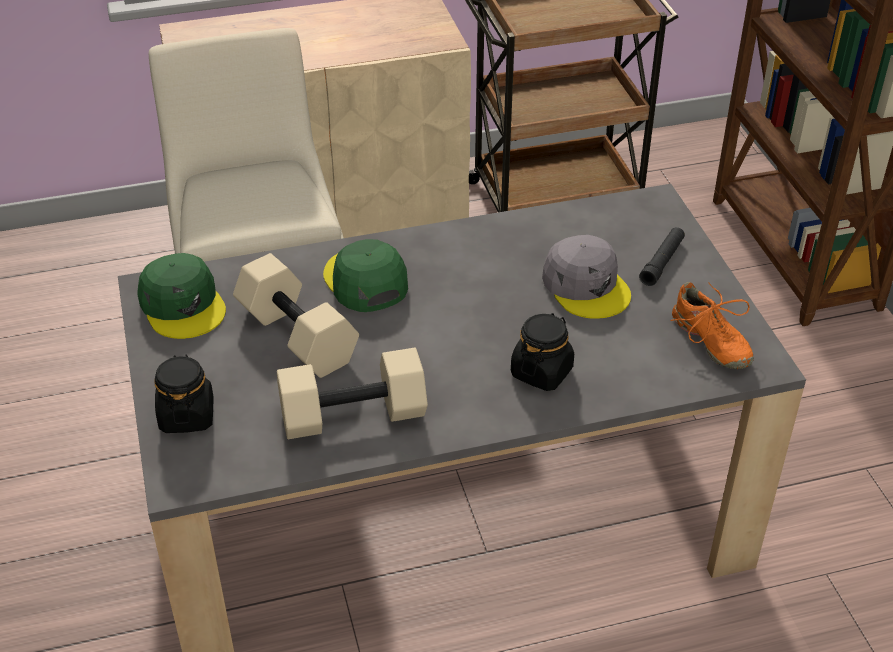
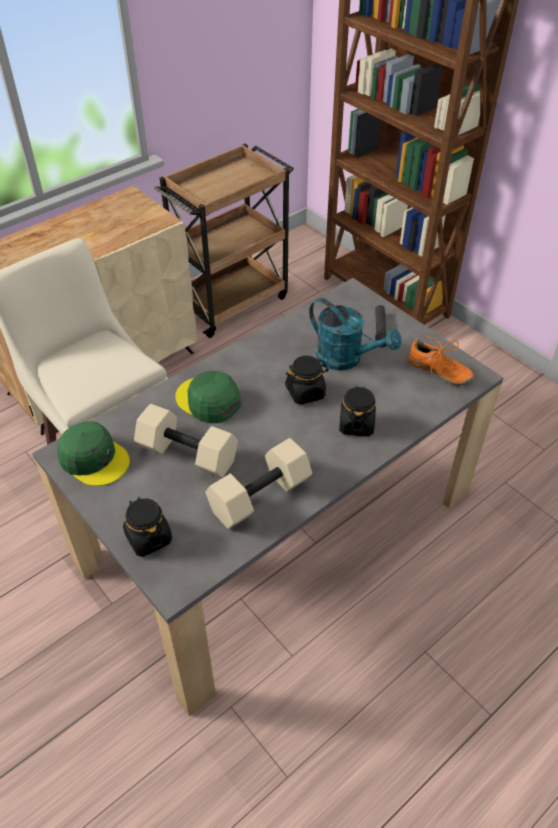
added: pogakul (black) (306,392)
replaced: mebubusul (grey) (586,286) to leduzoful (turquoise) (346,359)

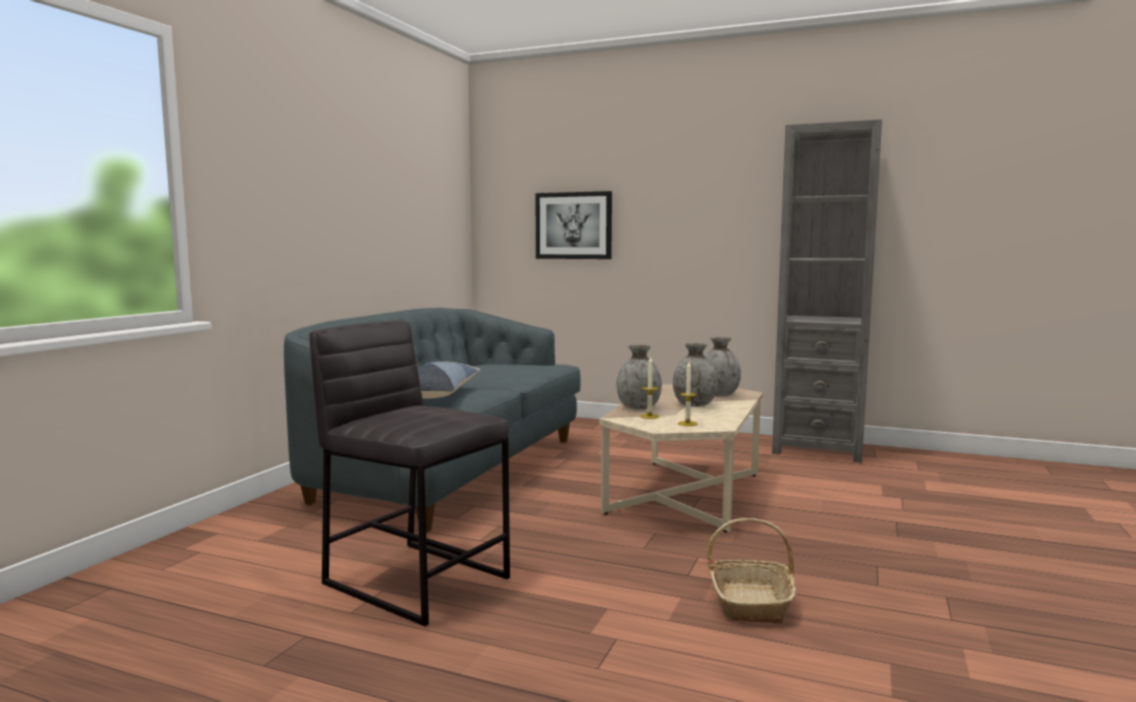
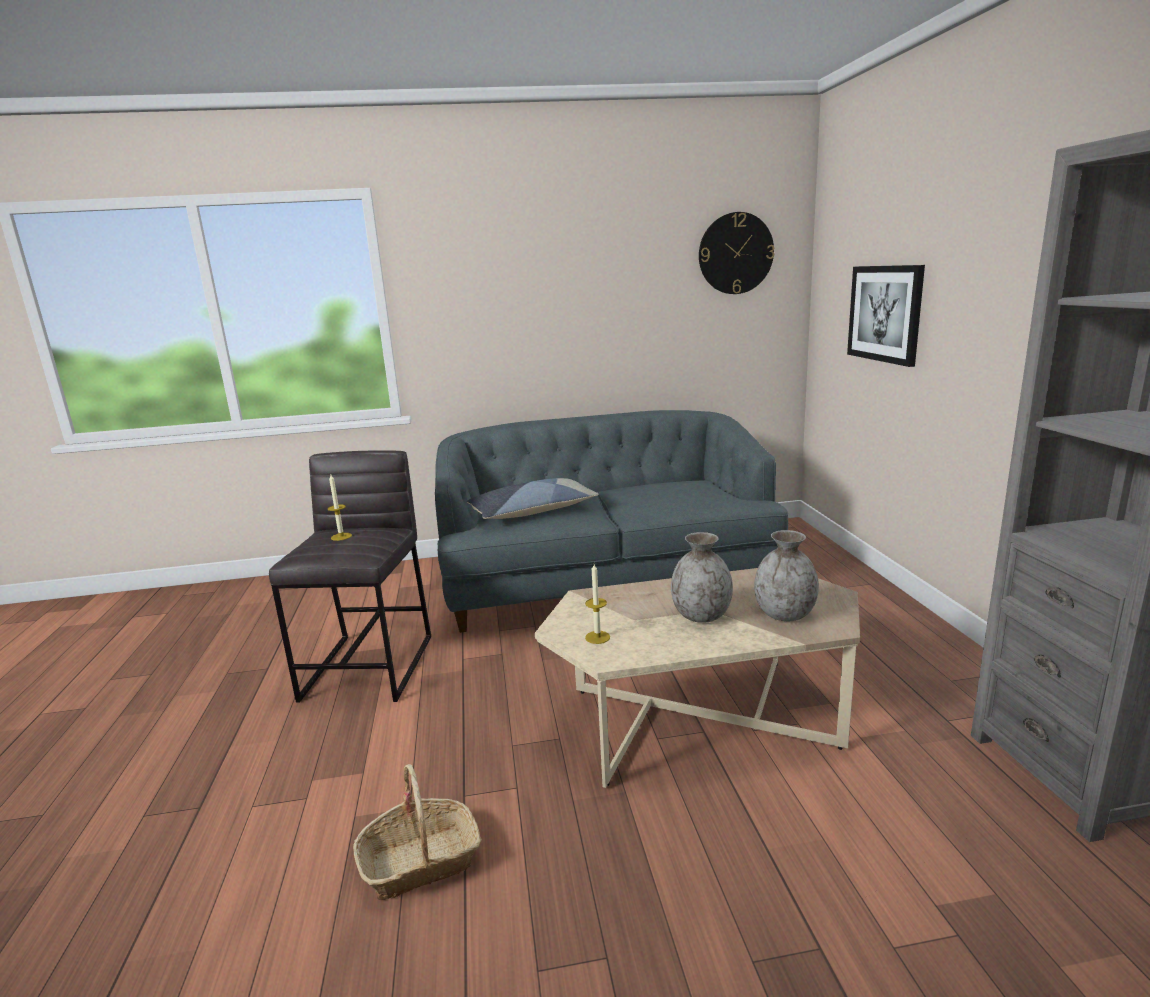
removed: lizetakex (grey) (639,407)
added: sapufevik (735,253)
moved: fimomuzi (649,416) to (341,536)

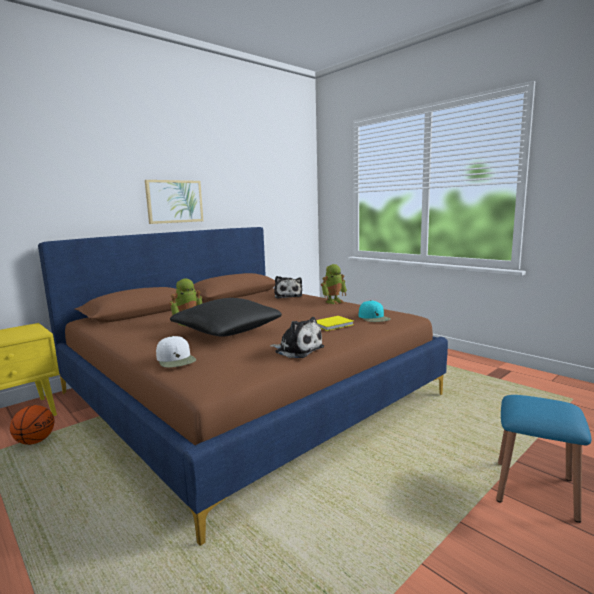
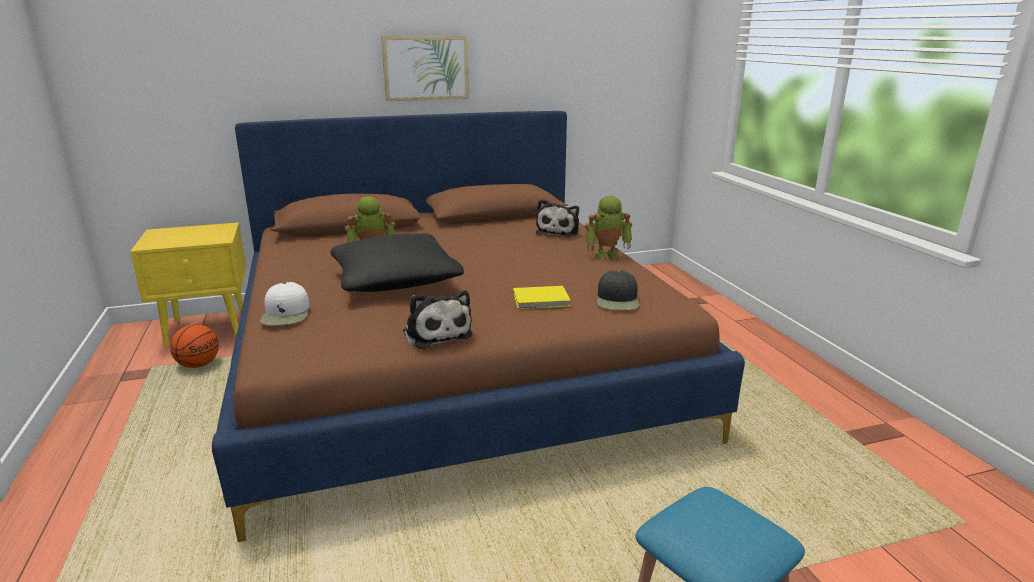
recoloured: mebubusul (turquoise) (374,318) to mebubusul (black) (618,300)

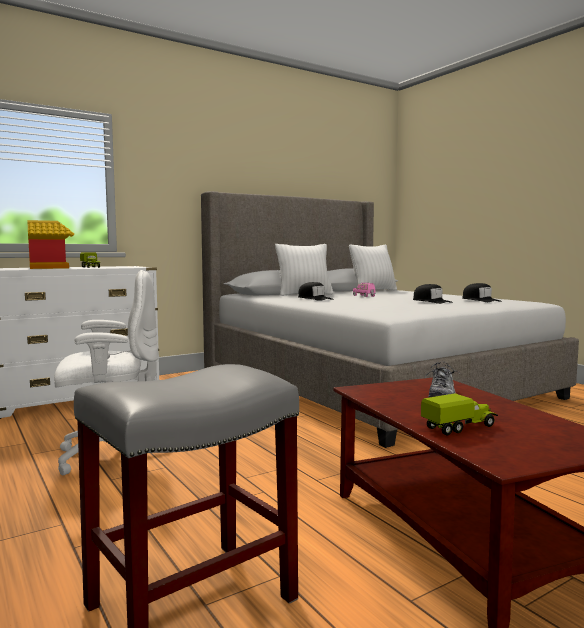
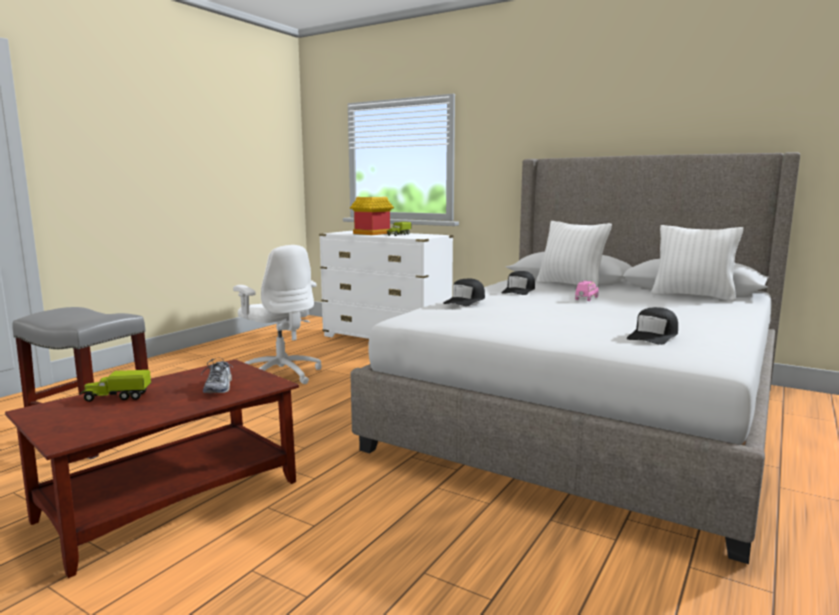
moved: mebubusul (black) (431,301) to (465,301)
turned: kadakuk (442,394) = (219,387) 90 degrees counterclockwise; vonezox (460,427) = (116,397) 135 degrees clockwise

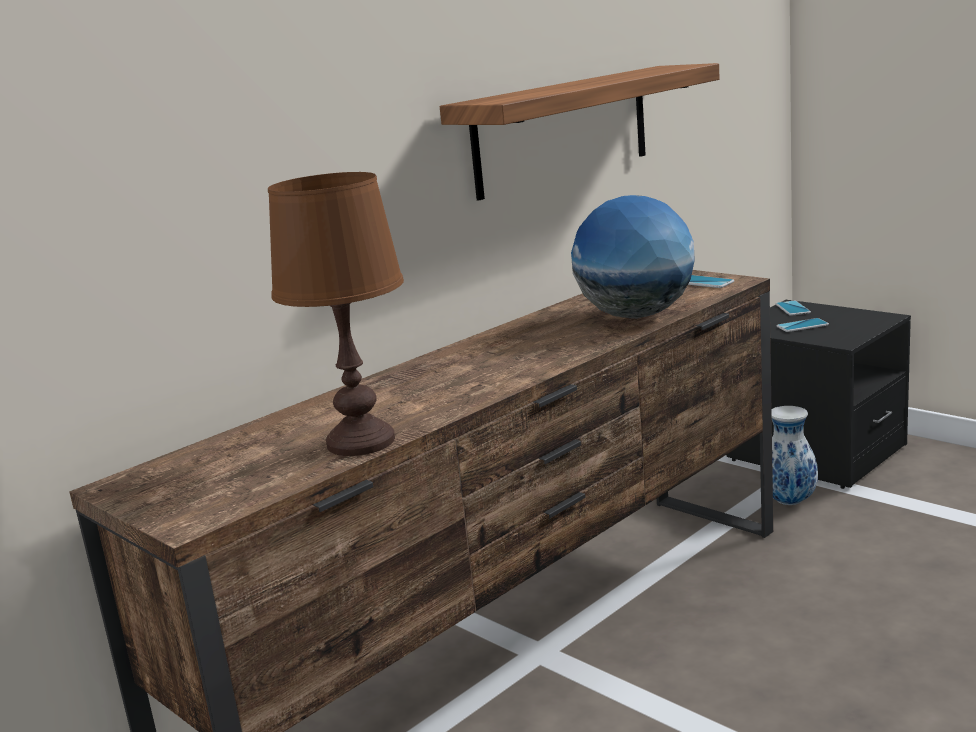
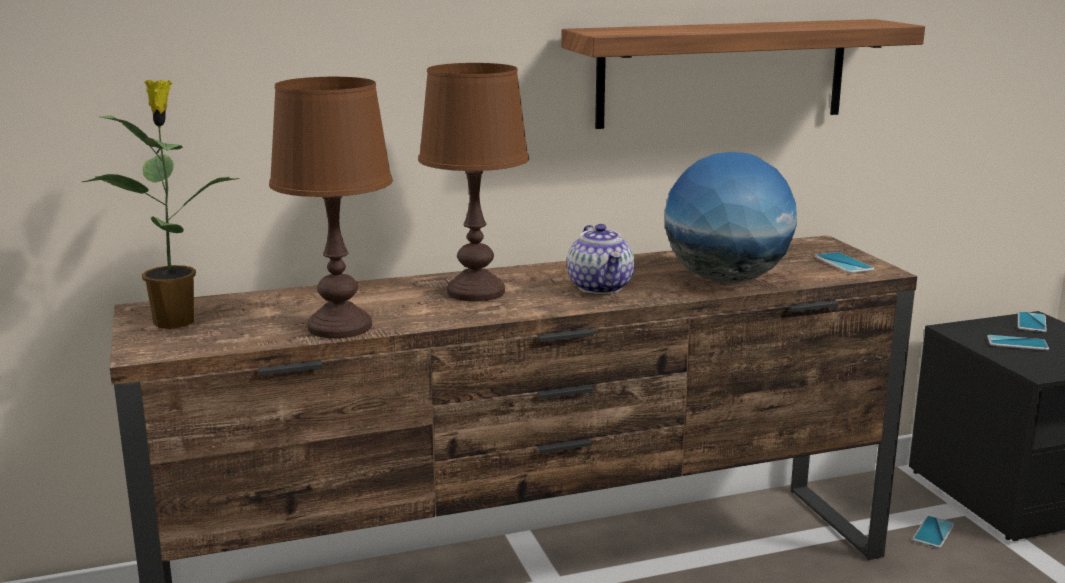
added: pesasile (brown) (475,292); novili (176,321); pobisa (601,287)
replaced: lizetakex (789,501) to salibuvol (933,532)

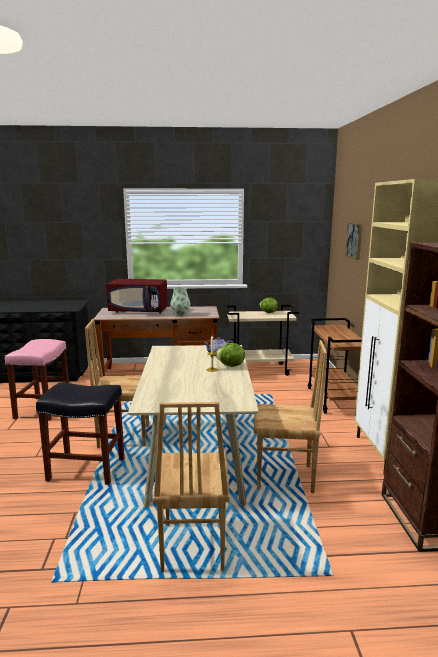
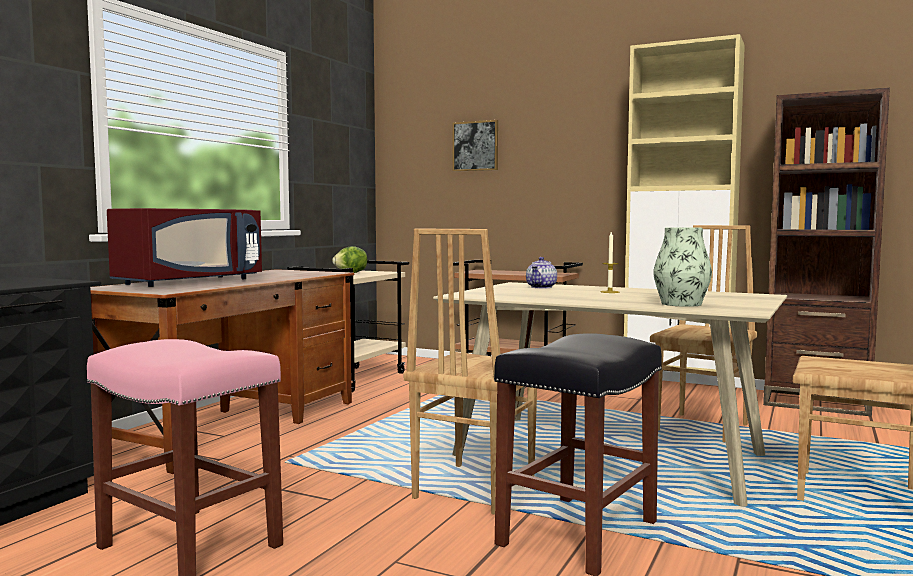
removed: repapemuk (230,366)
moved: lizetakex (180,315) to (681,304)

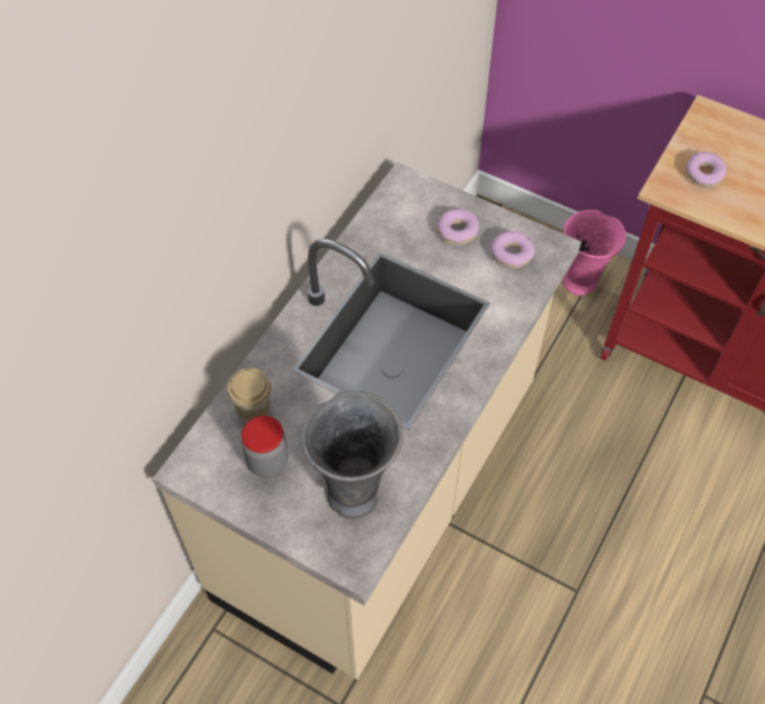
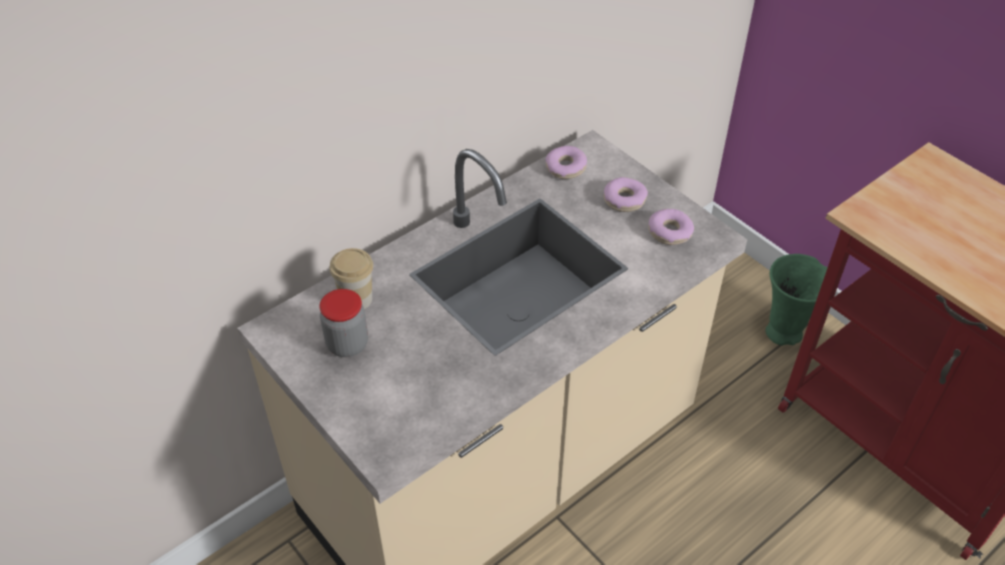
removed: lizetakex (grey) (355,492)
moved: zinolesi (703,174) to (565,168)
recoloured: lizetakex (pink) (581,283) to lizetakex (green) (785,334)

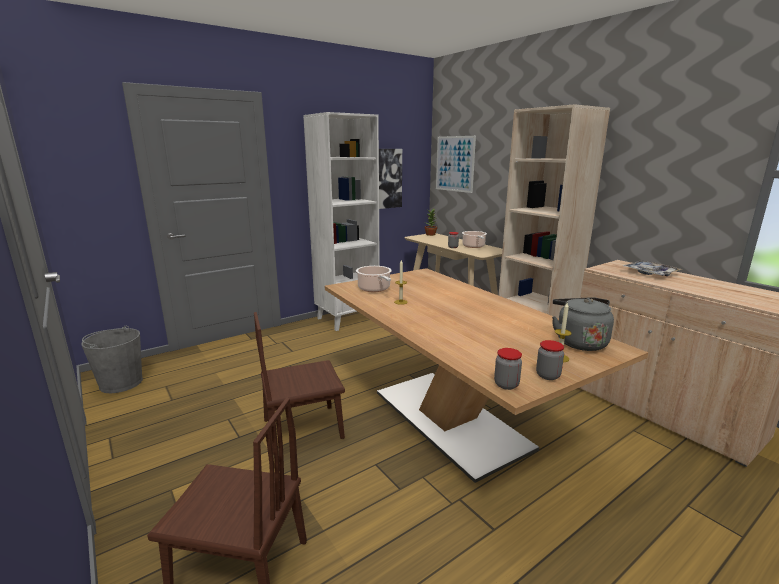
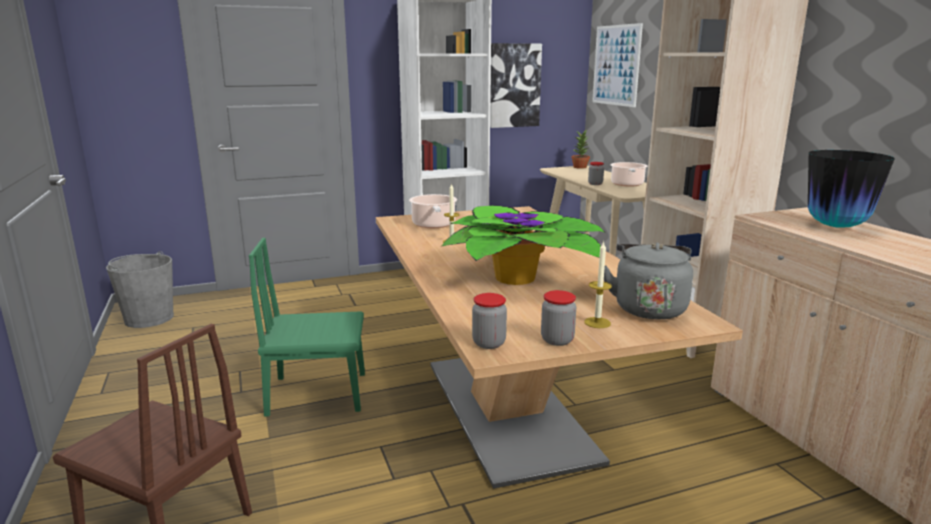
added: novili (519,277)
replaced: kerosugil (650,273) to lizetakex (836,226)
recoloured: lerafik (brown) (303,429) to lerafik (green) (318,393)

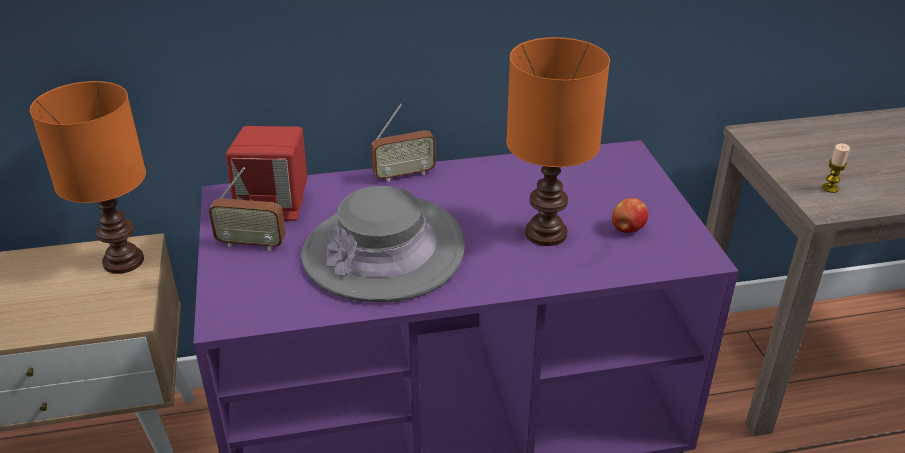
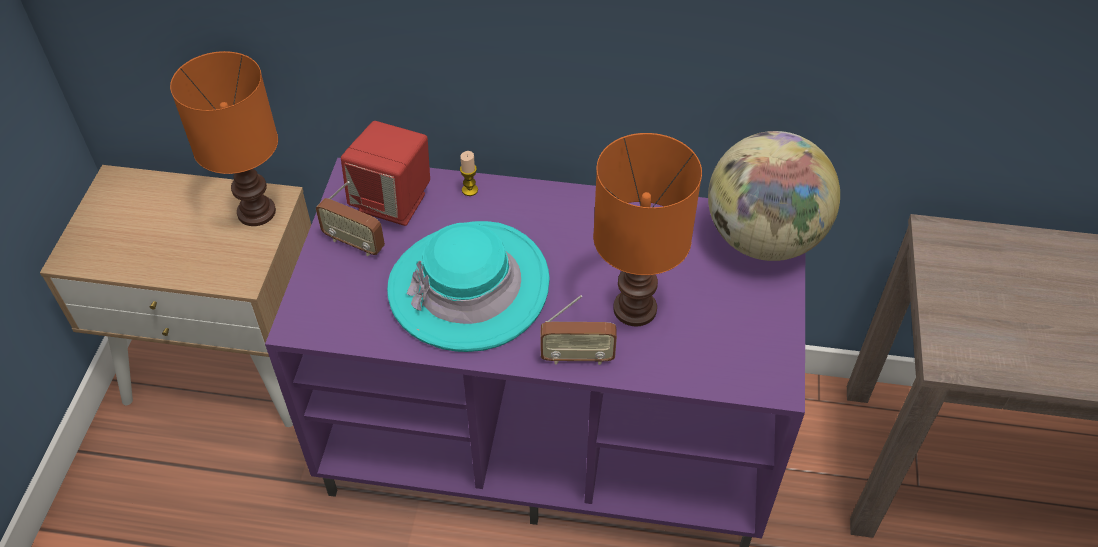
removed: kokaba (627,229)
added: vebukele (762,238)
moved: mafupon (404,174) to (577,357); fimomuzi (830,188) to (470,190)
recoloured: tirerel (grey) (383,251) to tirerel (turquoise) (469,287)

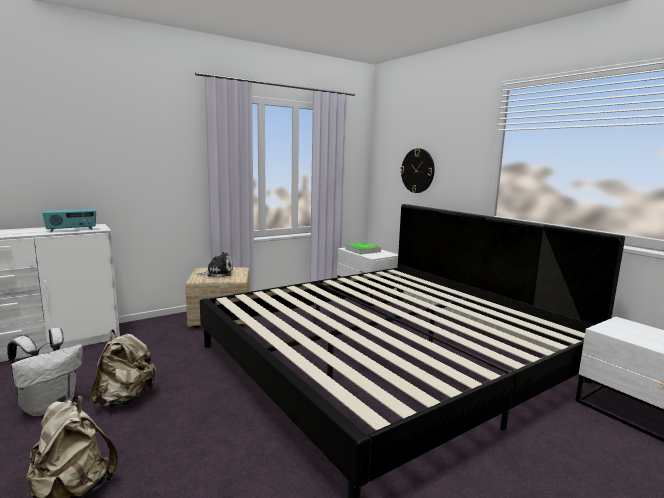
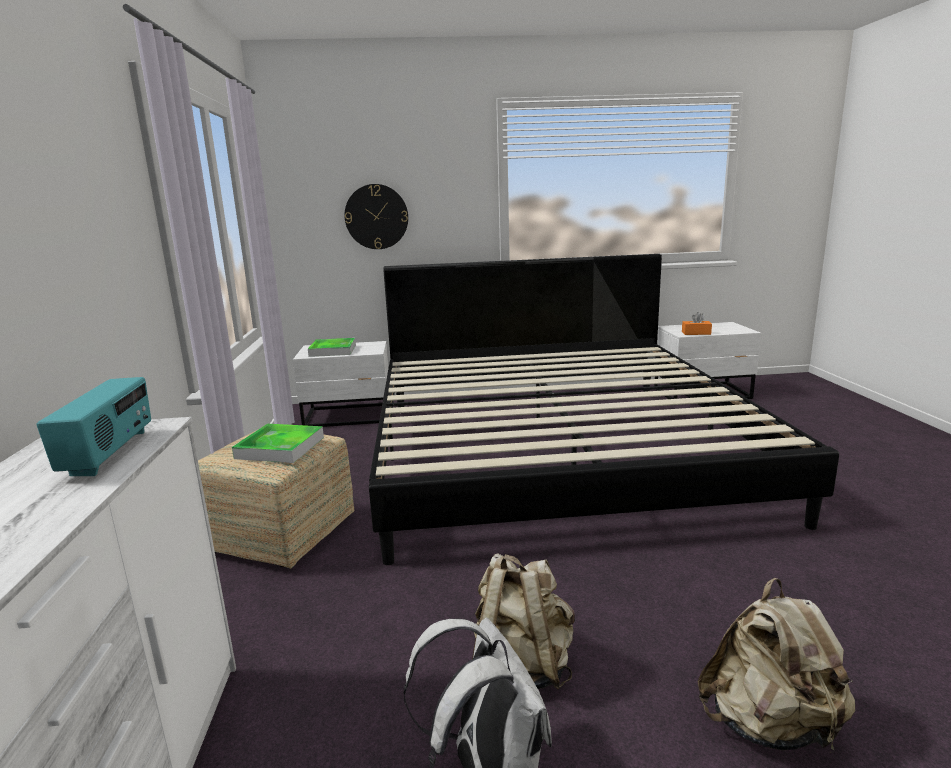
added: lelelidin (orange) (696,333)
replaced: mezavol (218,273) to kerosugil (280,448)

